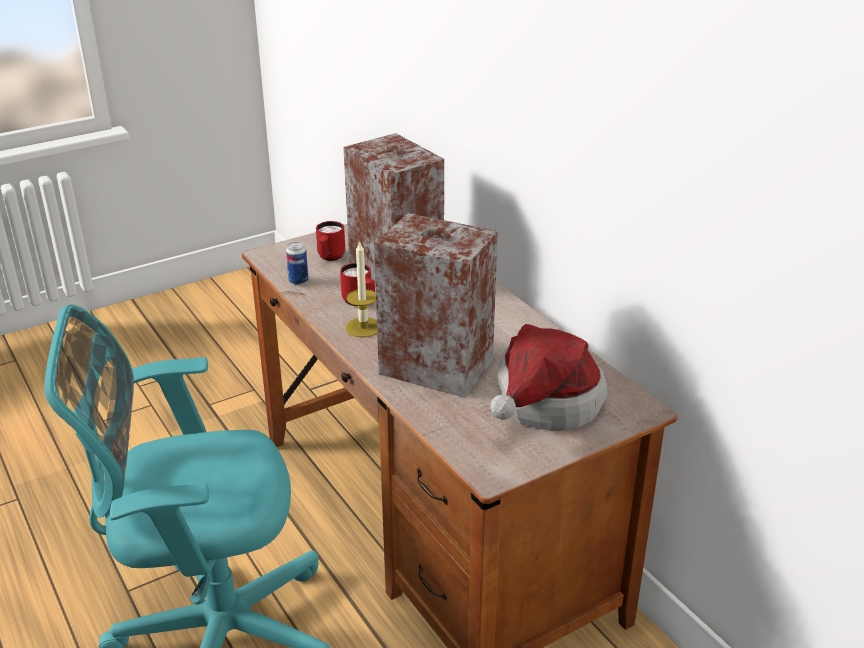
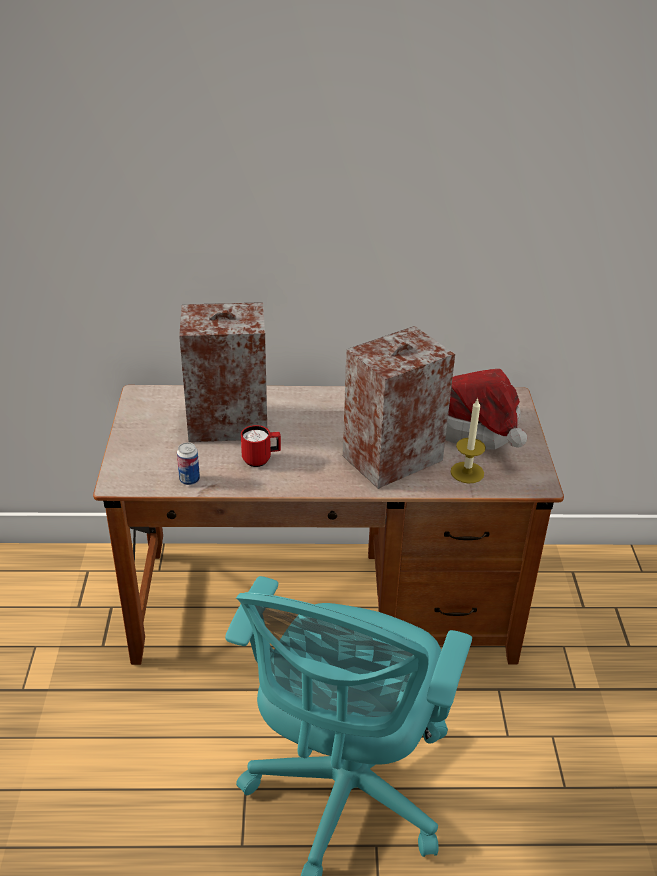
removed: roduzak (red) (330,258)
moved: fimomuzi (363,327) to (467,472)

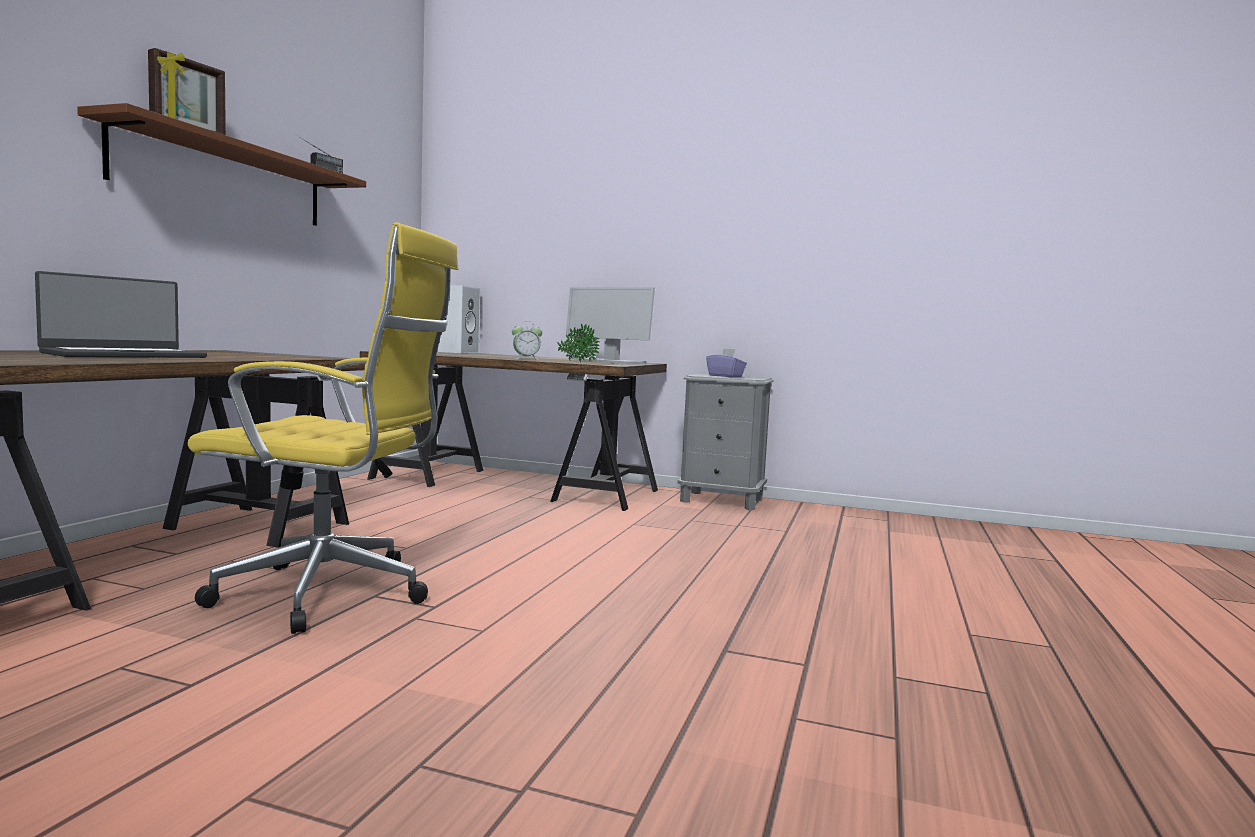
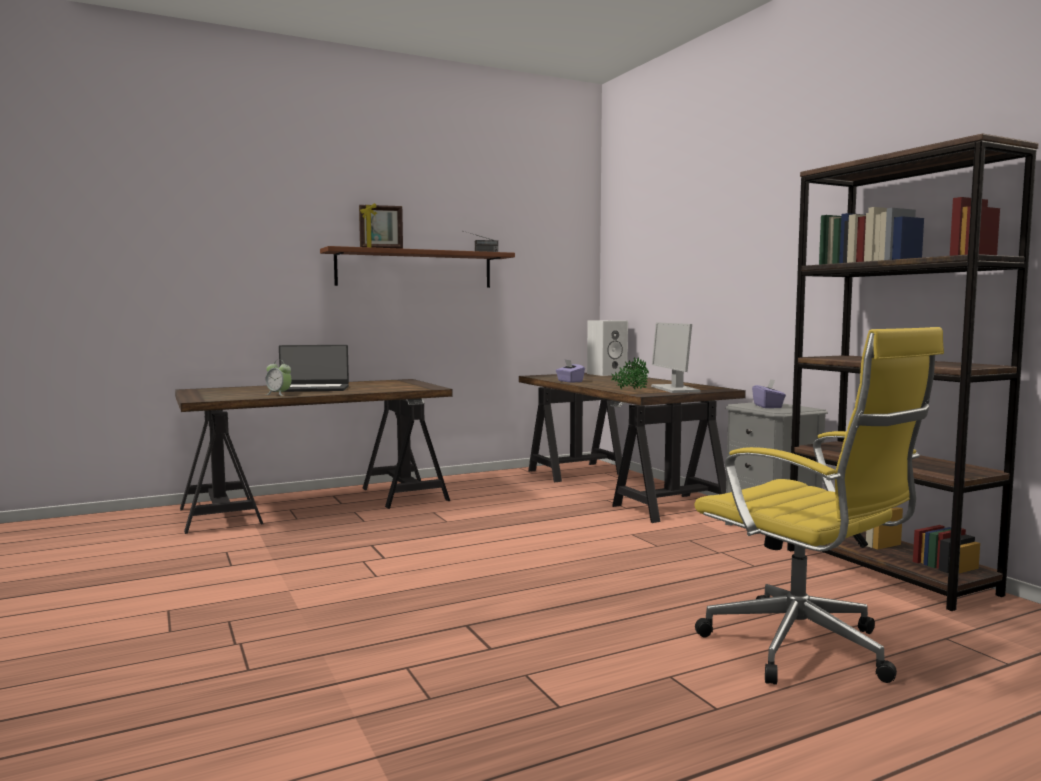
added: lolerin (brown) (887,571); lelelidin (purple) (569,381)
moved: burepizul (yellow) (333,594) to (805,650); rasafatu (526,359) to (279,394)

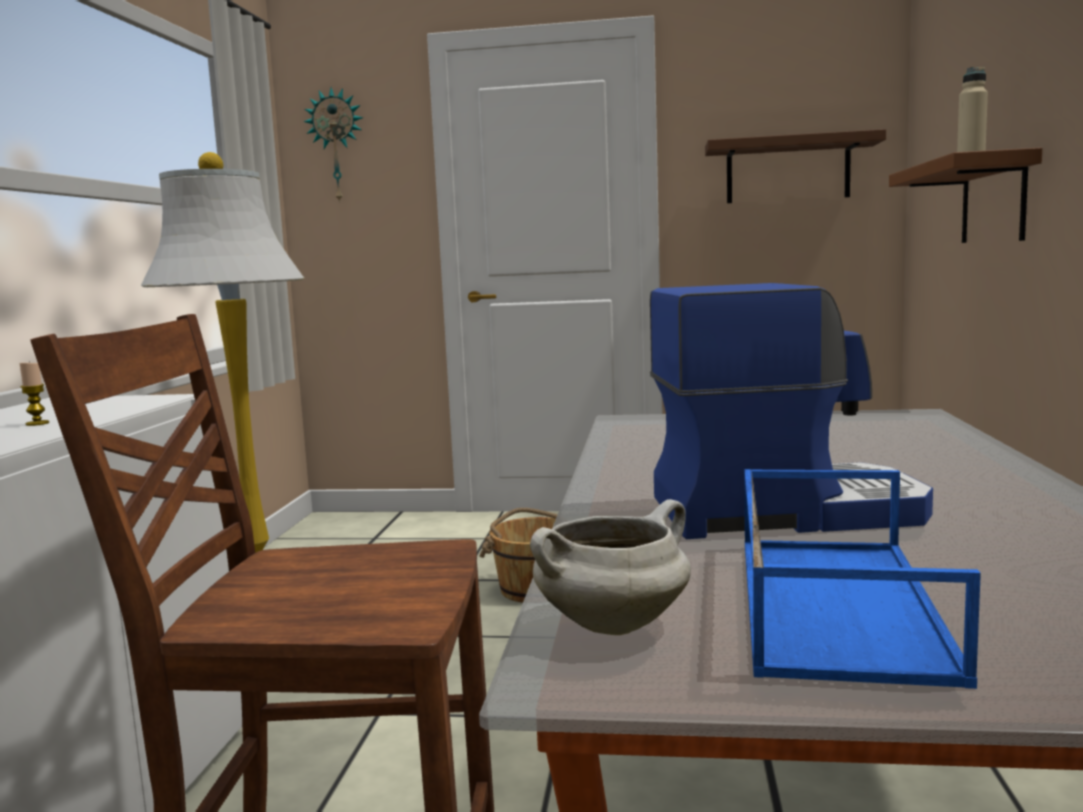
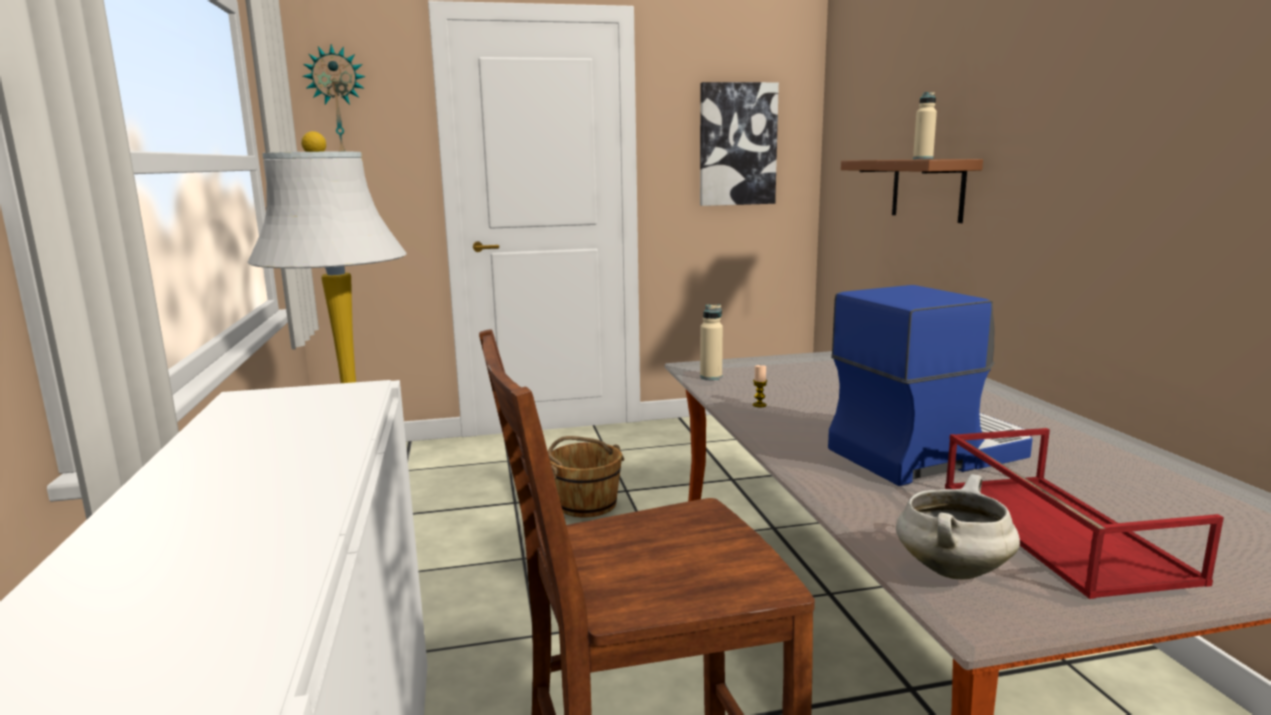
added: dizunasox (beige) (711,377)
moved: fimomuzi (37,423) to (759,405)
replaced: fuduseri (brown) (787,171) to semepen (737,144)
recoloured: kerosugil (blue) (832,601) to kerosugil (red) (1056,529)

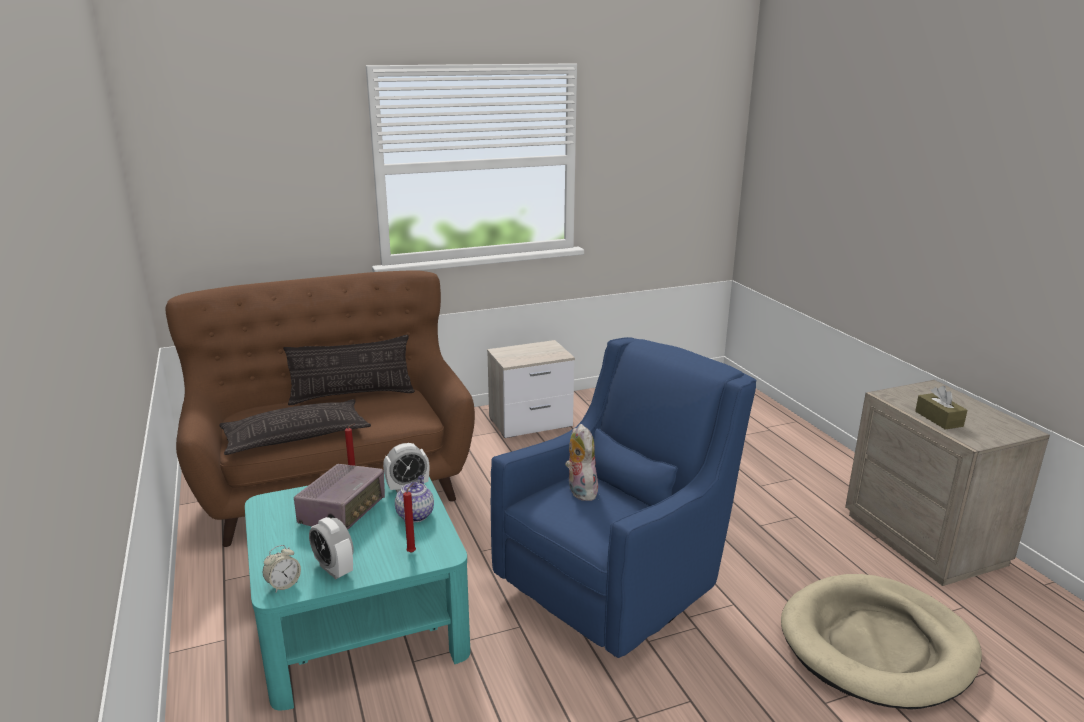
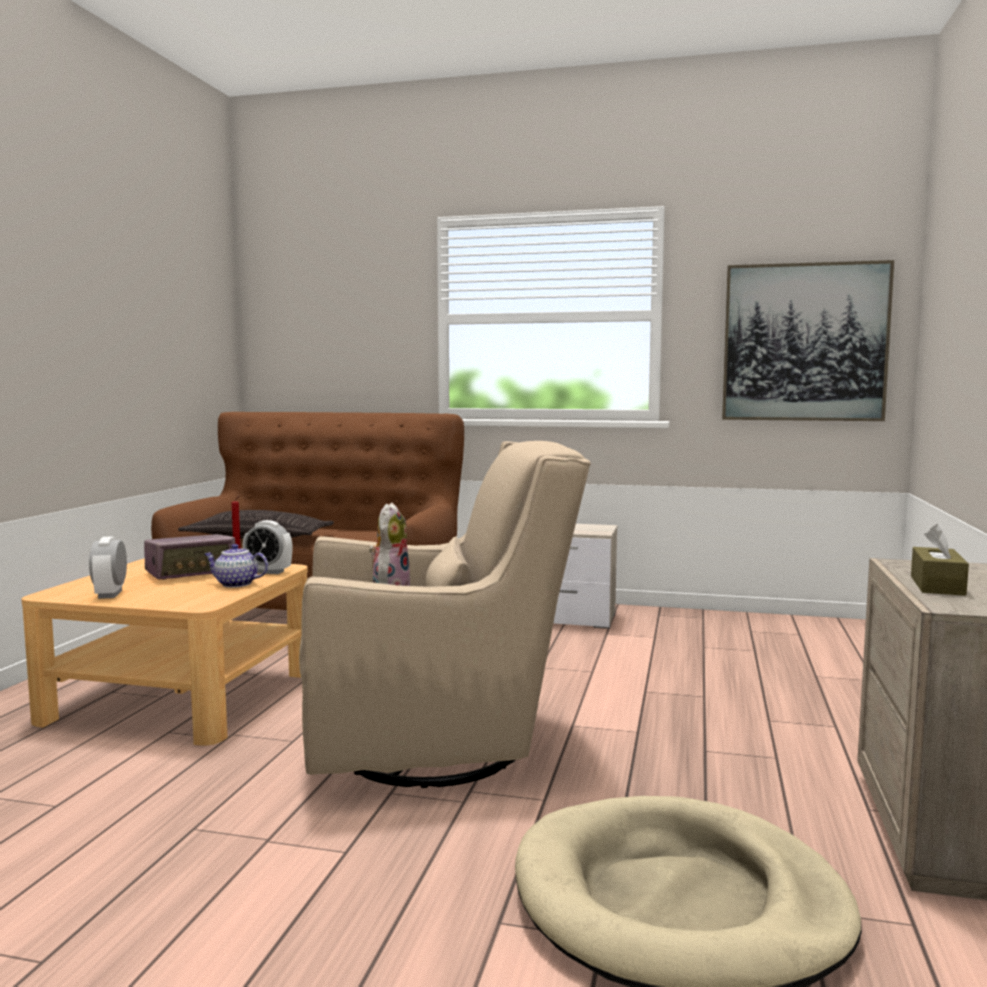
removed: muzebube (352,395); fimomuzi (red) (412,551); rasafatu (283,585)
added: semepen (804,342)
recoloured: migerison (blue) (618,585) to migerison (beige) (440,744); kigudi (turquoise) (361,619) to kigudi (beige) (183,696)
turned: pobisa (415,514) = (235,584) 120 degrees counterclockwise

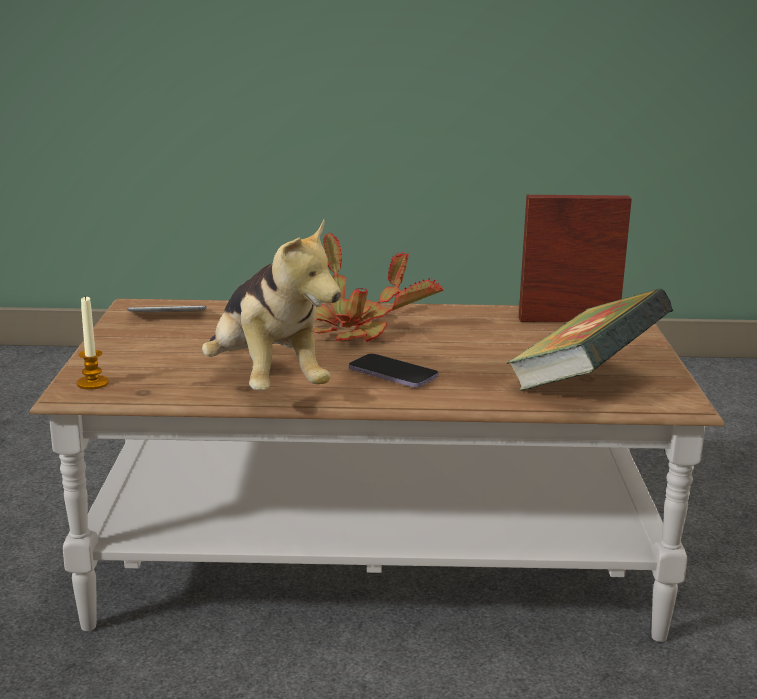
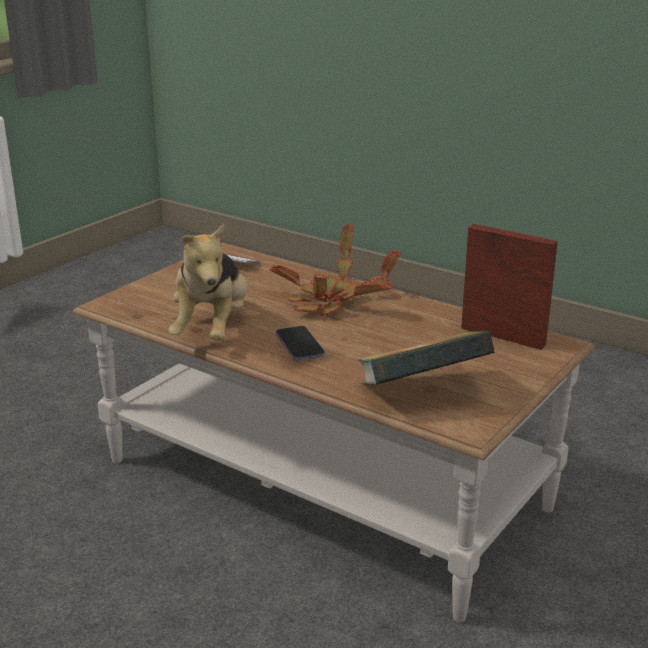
removed: fimomuzi (92,383)

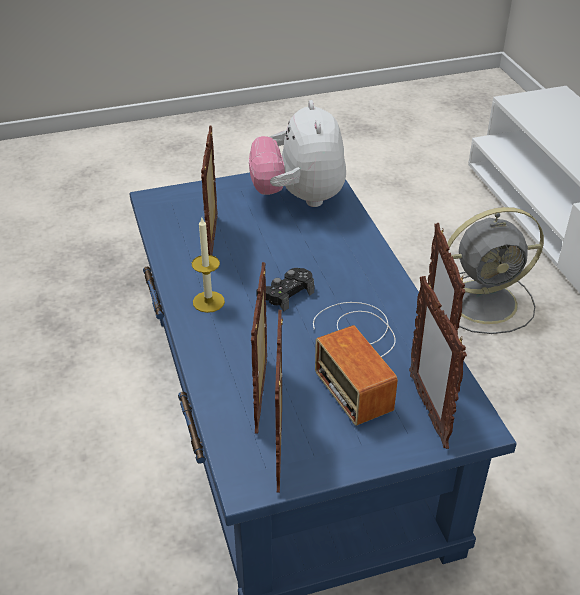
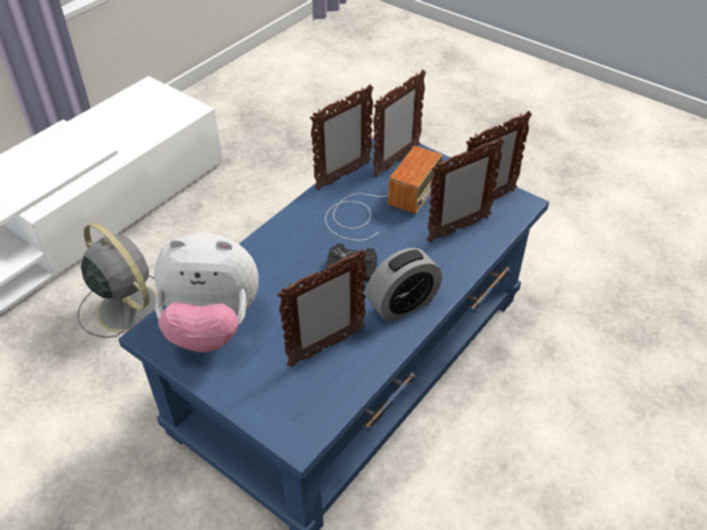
replaced: fimomuzi (208,302) to rasafatu (402,304)
turned: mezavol (299,198) = (211,326) 45 degrees clockwise

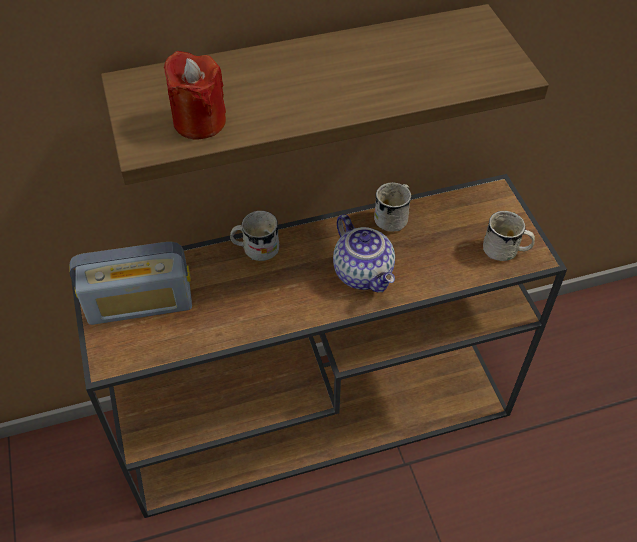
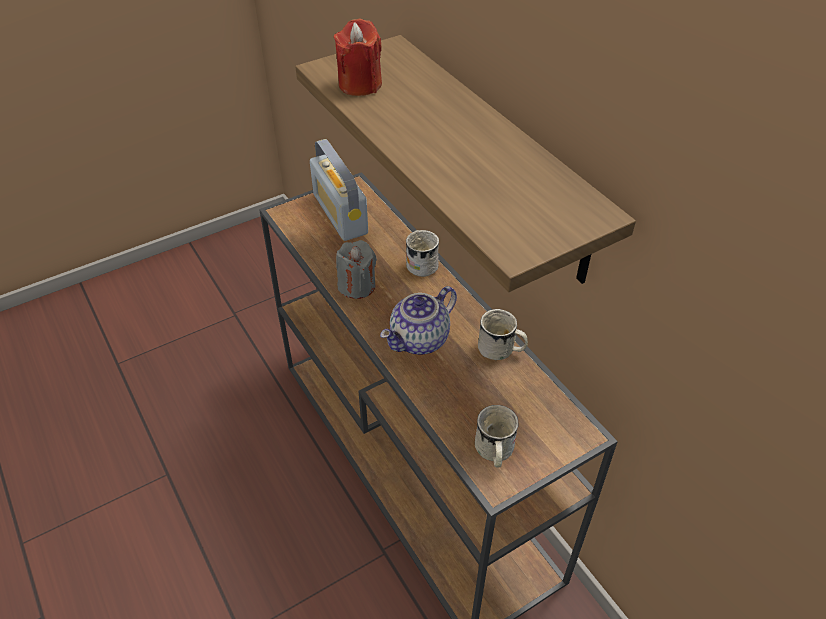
added: fimomuzi (grey) (357,286)

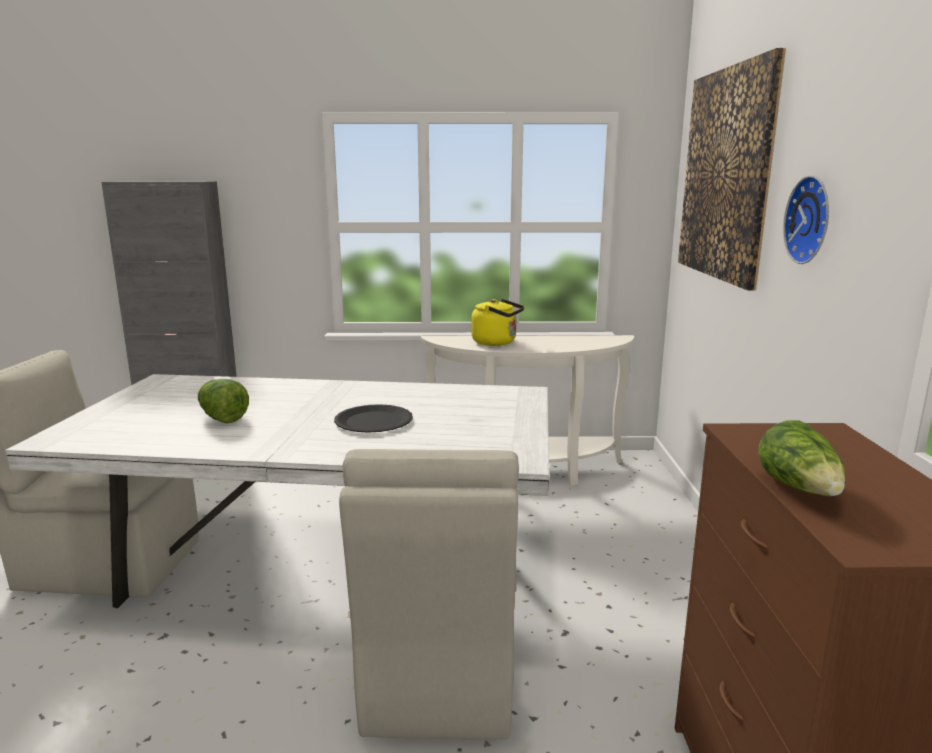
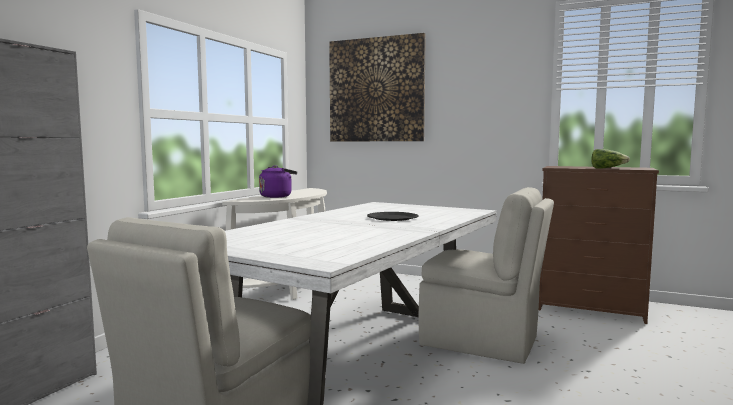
removed: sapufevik (812,220); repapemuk (222,418)
recoloured: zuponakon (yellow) (497,342) to zuponakon (purple) (277,196)

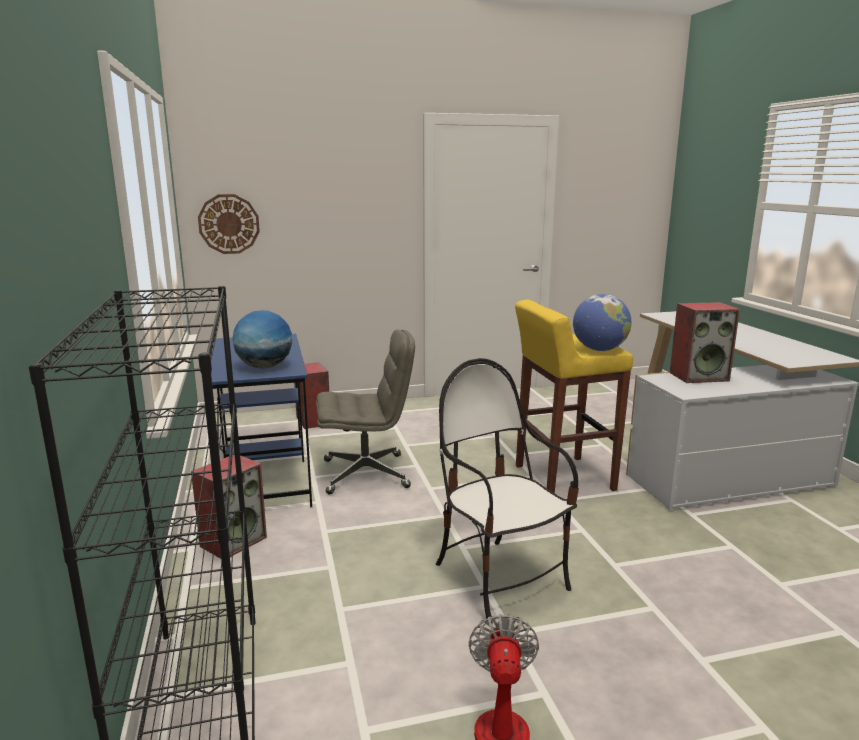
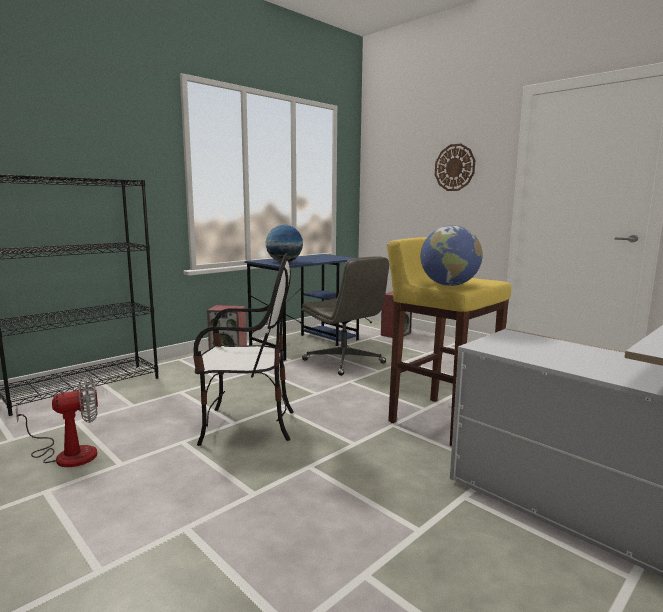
removed: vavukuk (699,376)
moved: sapufevik (229,224) to (454,167)
turned: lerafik (500,579) = (246,426) 60 degrees clockwise

